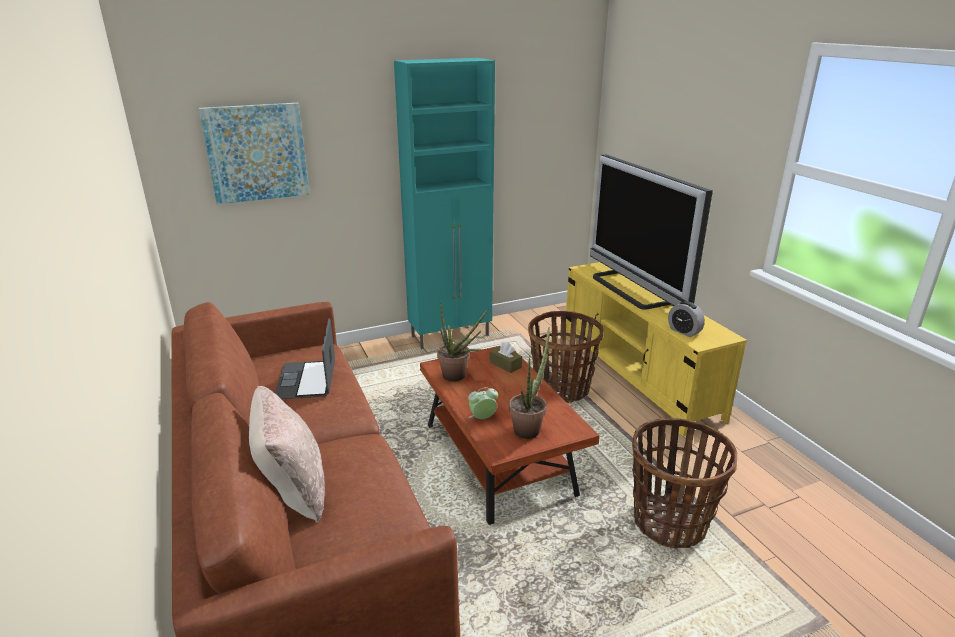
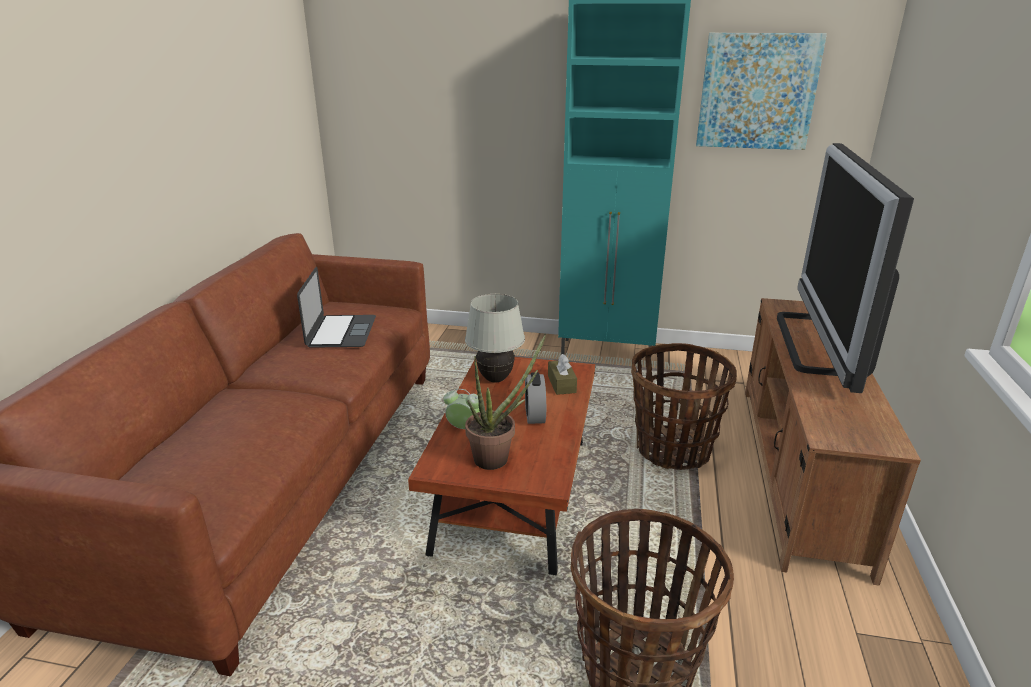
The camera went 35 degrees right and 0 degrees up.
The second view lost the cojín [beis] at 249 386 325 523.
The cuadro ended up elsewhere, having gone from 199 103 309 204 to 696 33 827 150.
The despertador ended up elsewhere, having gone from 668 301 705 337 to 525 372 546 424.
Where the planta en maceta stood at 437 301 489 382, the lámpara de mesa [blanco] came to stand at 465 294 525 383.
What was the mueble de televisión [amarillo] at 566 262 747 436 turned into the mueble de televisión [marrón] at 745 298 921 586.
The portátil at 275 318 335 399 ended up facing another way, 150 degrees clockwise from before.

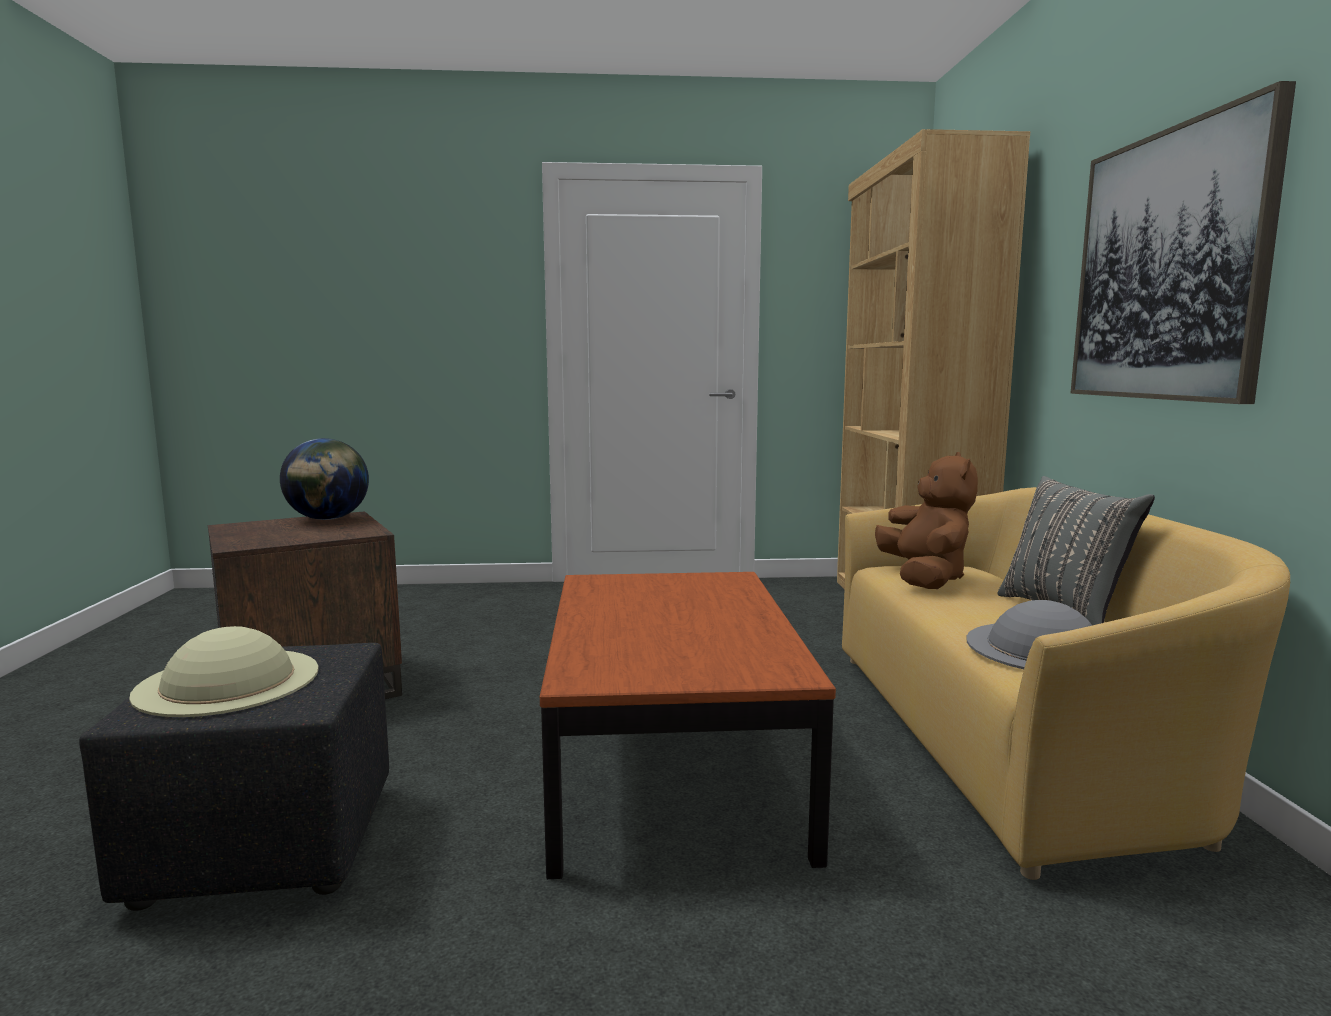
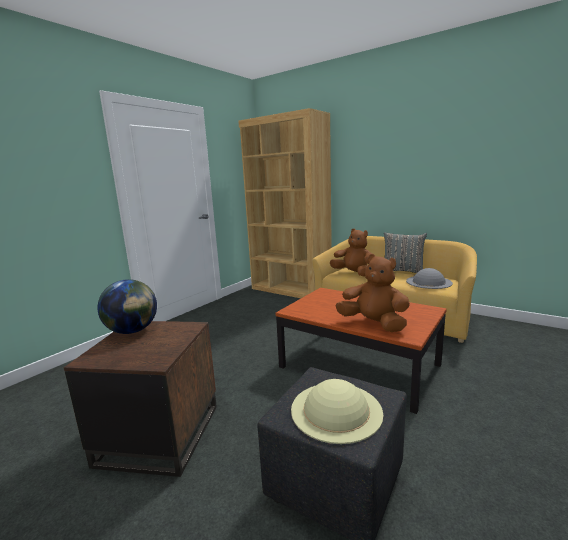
The camera went 50 degrees left and 5 degrees up.
The second view lost the cuadro at 1071 81 1296 404.
The second view gained the peluche [marrón] at 336 254 410 332.

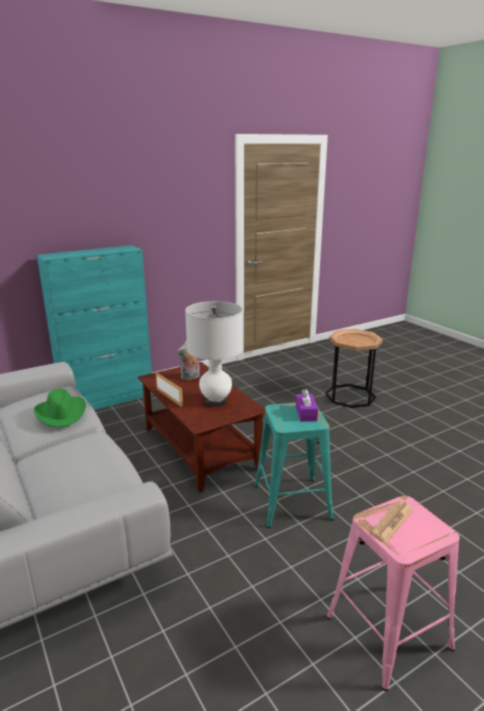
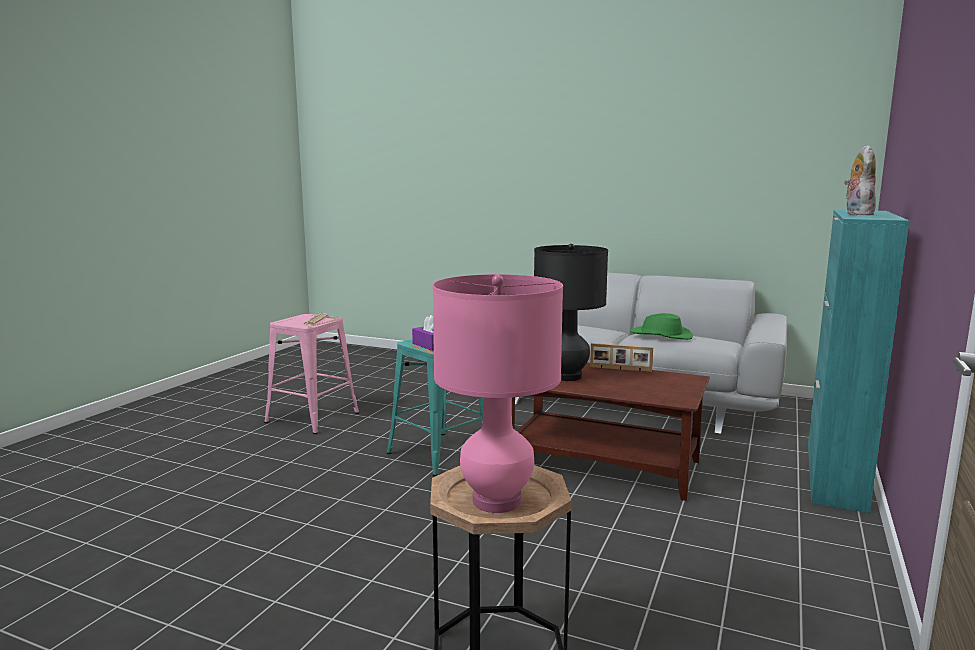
The camera went 145 degrees right and 10 degrees down.
The second view gained the lámpara de mesa [rosa] at 432 274 563 513.
The peluche ended up elsewhere, having gone from 177 340 200 380 to 844 145 876 215.
What was the lámpara de mesa [blanco] at 185 301 243 407 turned into the lámpara de mesa [negro] at 534 244 608 381.

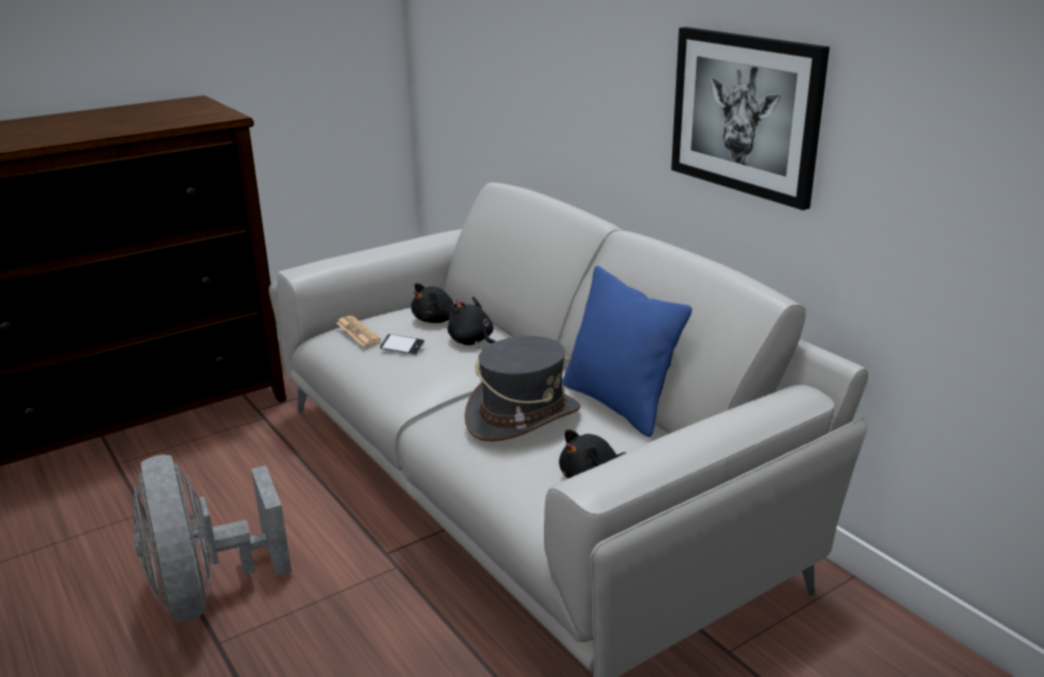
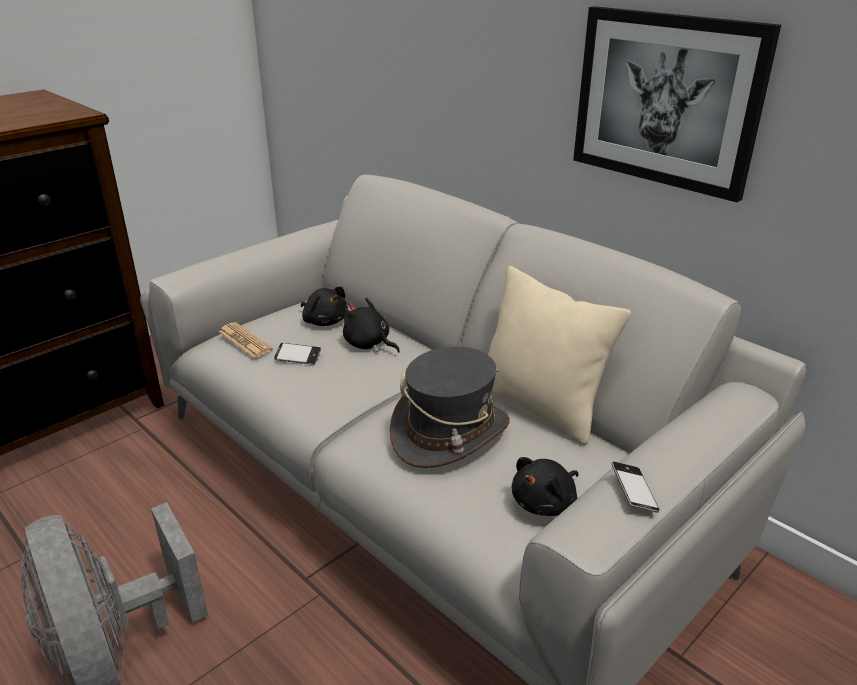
The camera went 10 degrees left and 5 degrees up.
The second view gained the móvil at 611 462 660 513.
What was the cojín [azul] at 562 266 692 437 turned into the cojín [beis] at 488 266 631 445.
The peluche [negro] at 411 283 465 323 ended up facing another way, 90 degrees counterclockwise from before.

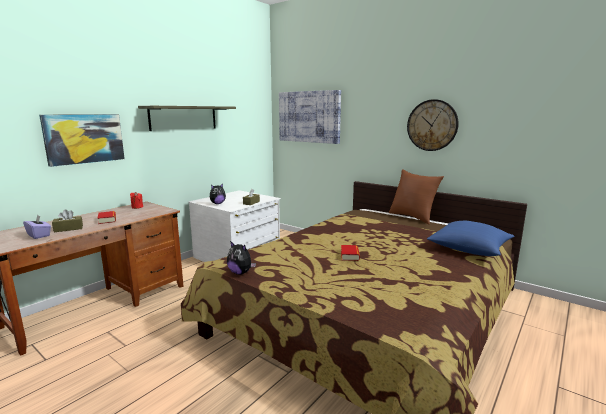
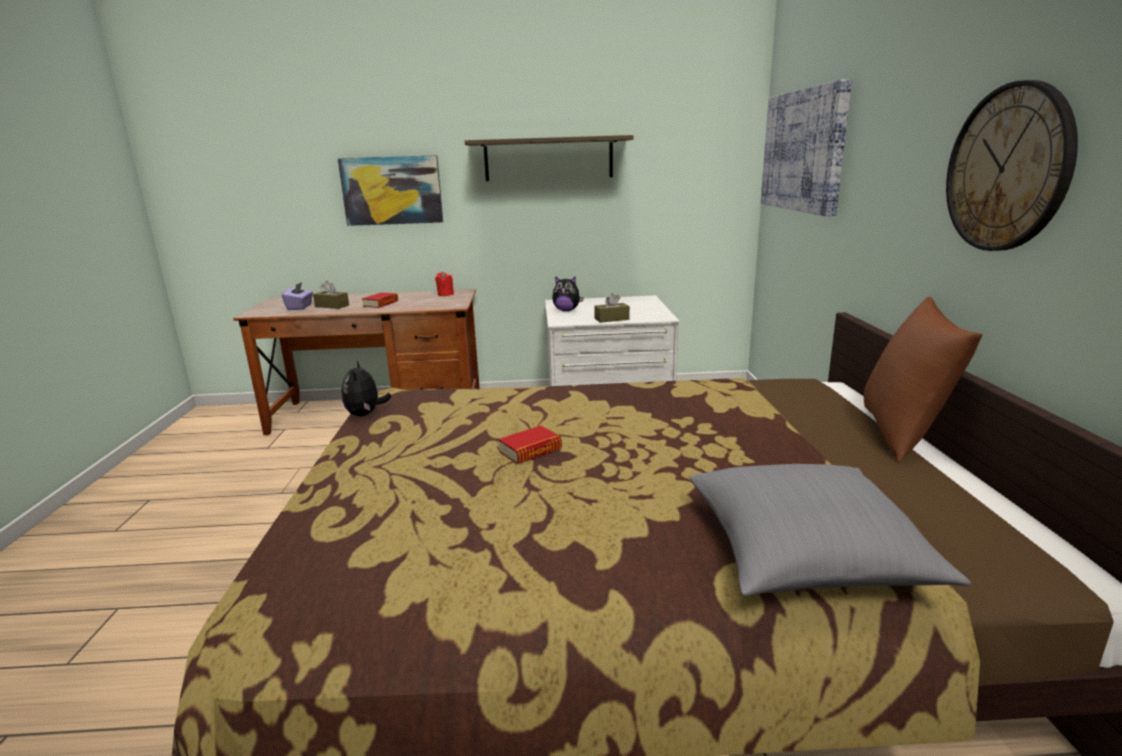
The camera went 50 degrees right and 5 degrees up.
What was the cojín [azul] at 427 221 514 256 turned into the cojín [gris] at 689 464 971 596.

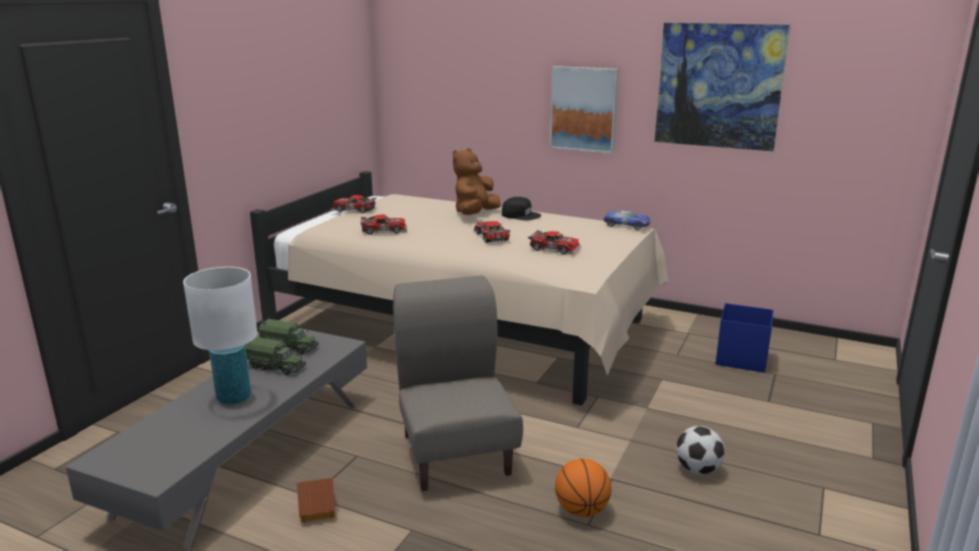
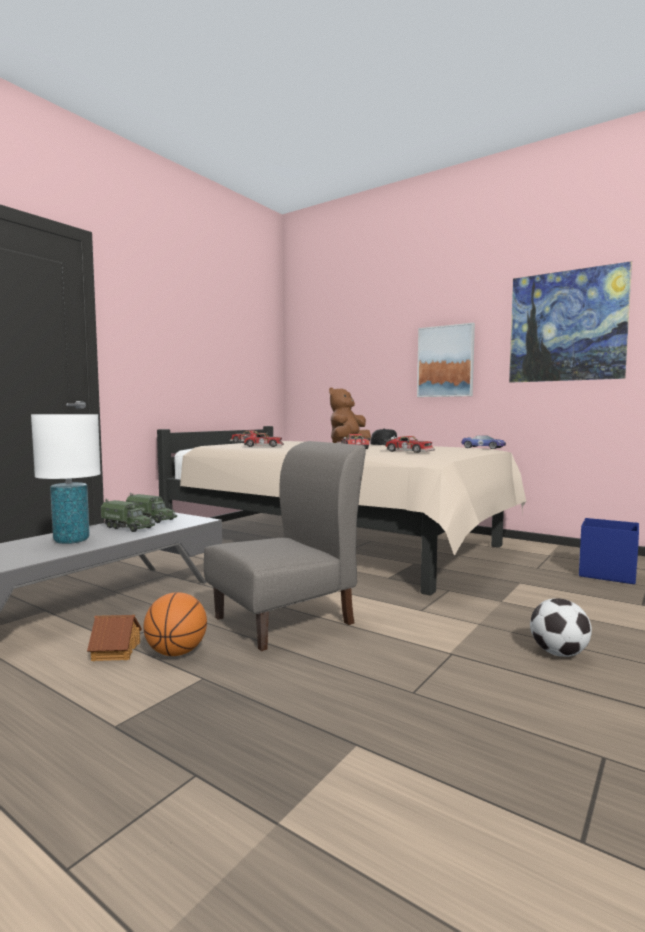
The camera went 10 degrees right and 15 degrees down.
The balón de baloncesto ended up elsewhere, having gone from 555 459 611 517 to 144 592 207 656.
The silla [gris] at 393 276 523 491 ended up facing another way, 60 degrees clockwise from before.

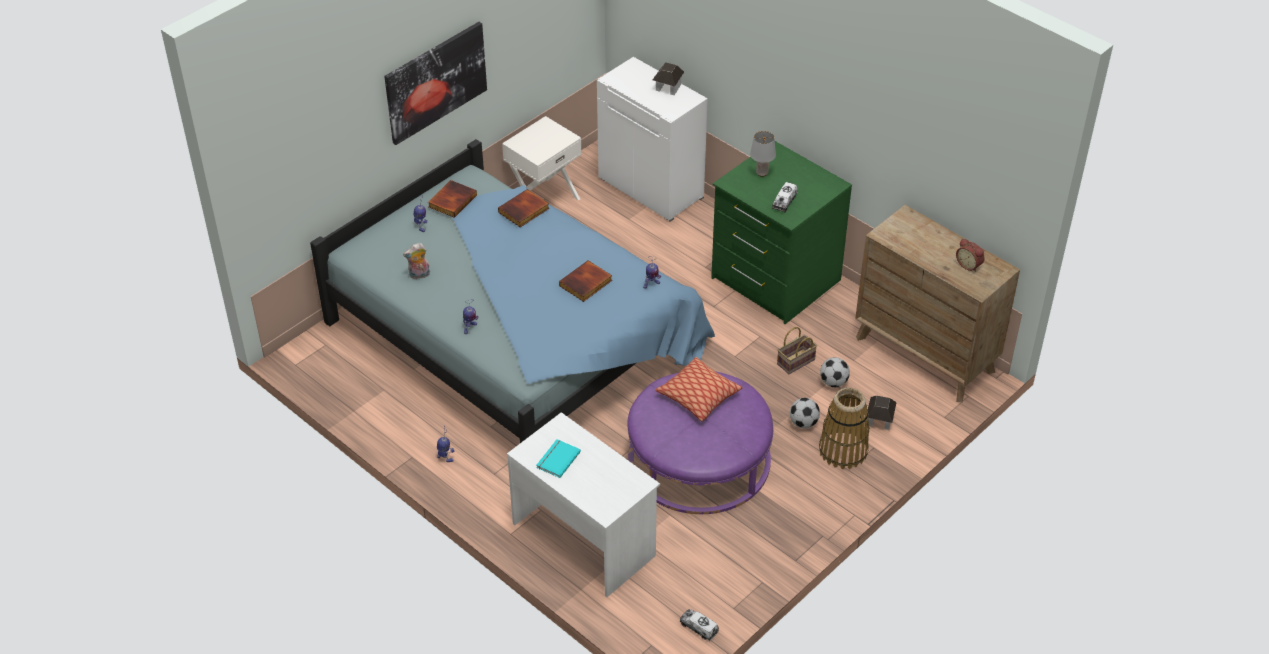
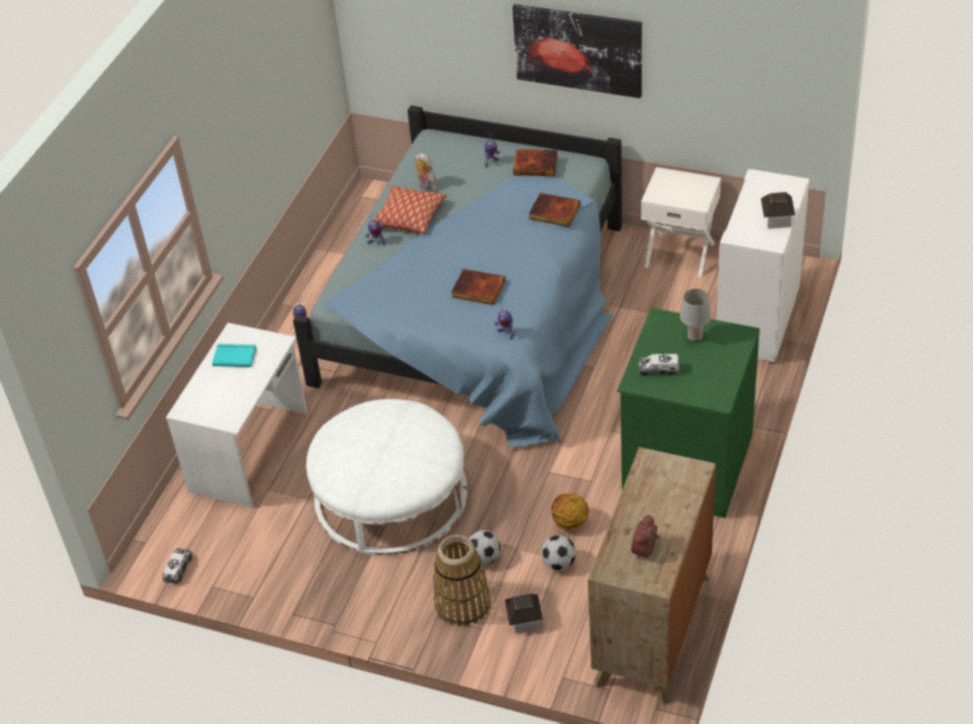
The camera went 70 degrees right and 0 degrees up.
The cojín ended up elsewhere, having gone from 655 357 743 421 to 371 185 447 234.
Where the cesta stood at 777 327 817 374, the balón de baloncesto came to stand at 551 493 589 530.
What was the puf [morado] at 628 371 773 514 turned into the puf [blanco] at 306 399 467 556.

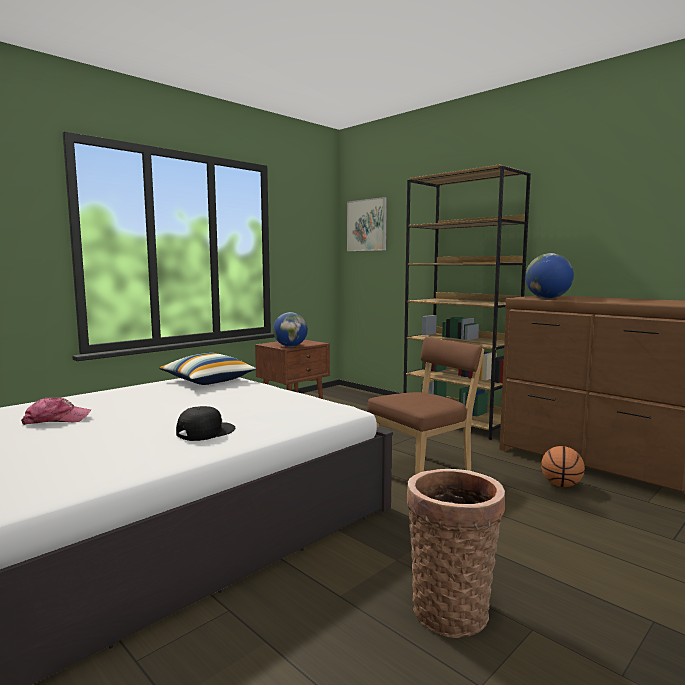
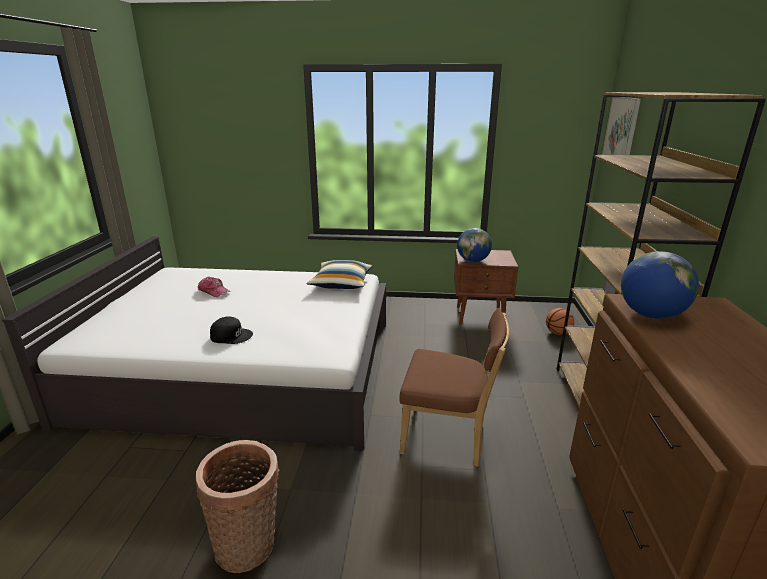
The camera went 50 degrees right and 15 degrees up.
The balón de baloncesto ended up elsewhere, having gone from 541 446 585 487 to 546 308 574 335.

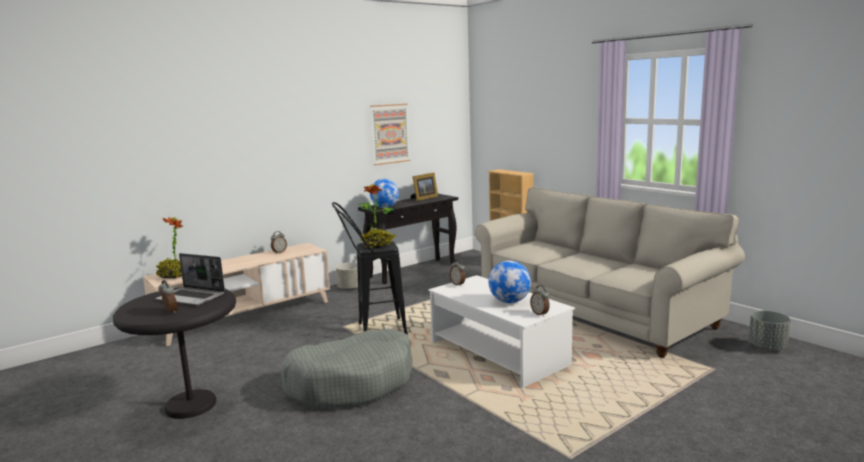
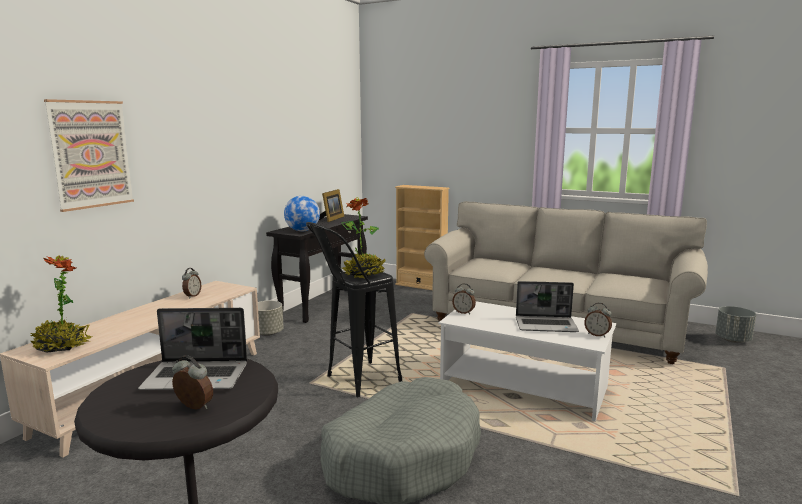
The camera went 25 degrees left and 0 degrees up.
The cuadro ended up elsewhere, having gone from 370 104 410 165 to 44 99 134 212.
Where the globo terráqueo stood at 488 260 531 303, the portátil came to stand at 516 281 579 332.

